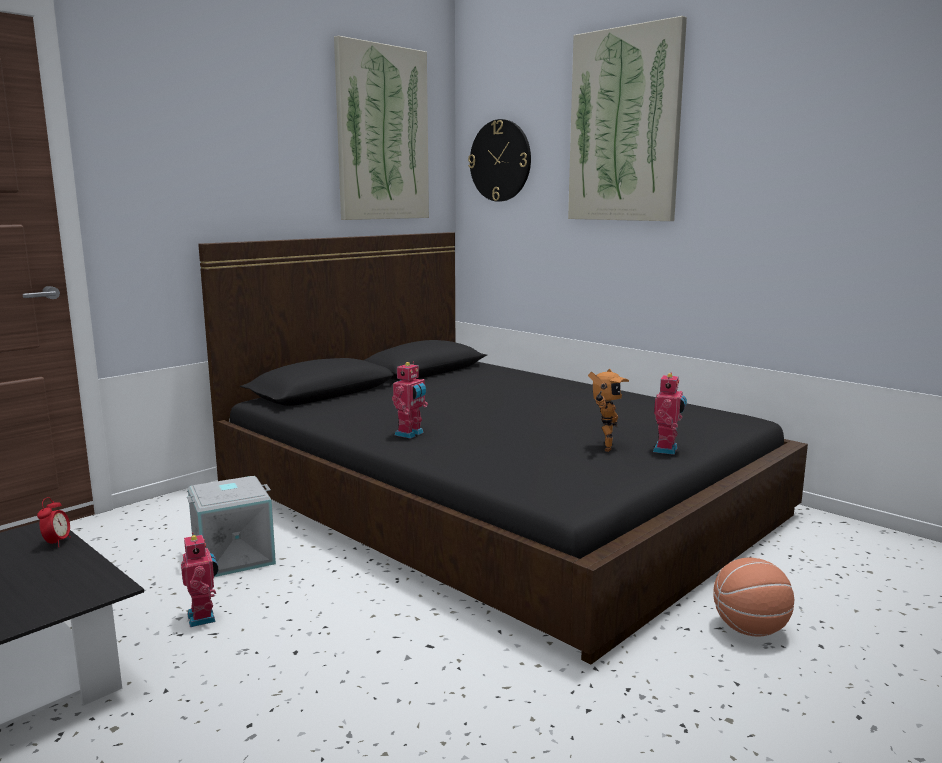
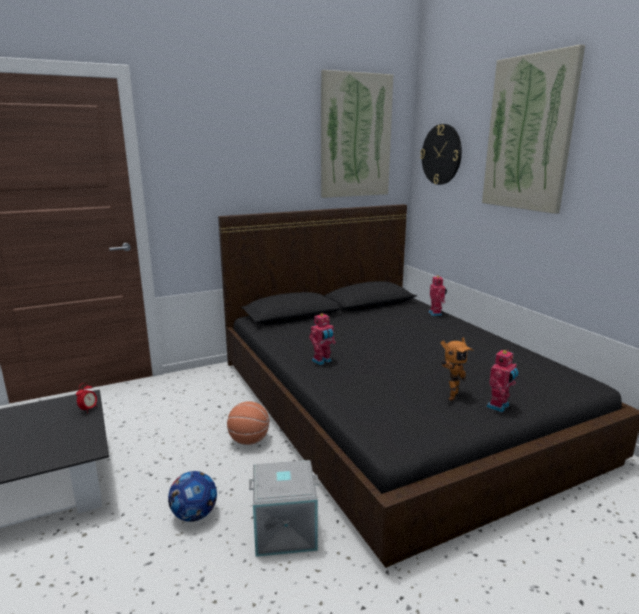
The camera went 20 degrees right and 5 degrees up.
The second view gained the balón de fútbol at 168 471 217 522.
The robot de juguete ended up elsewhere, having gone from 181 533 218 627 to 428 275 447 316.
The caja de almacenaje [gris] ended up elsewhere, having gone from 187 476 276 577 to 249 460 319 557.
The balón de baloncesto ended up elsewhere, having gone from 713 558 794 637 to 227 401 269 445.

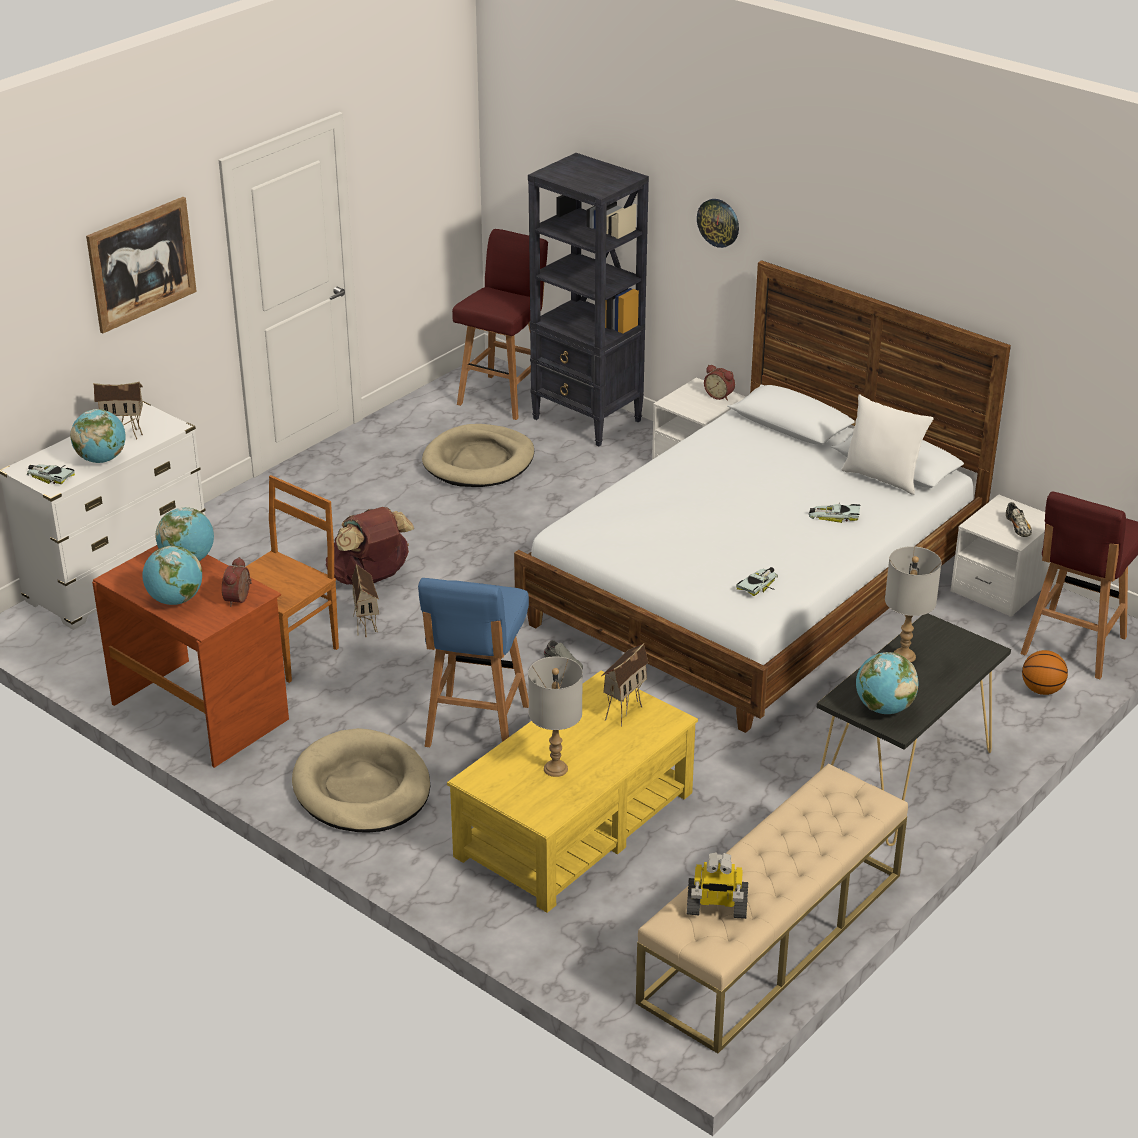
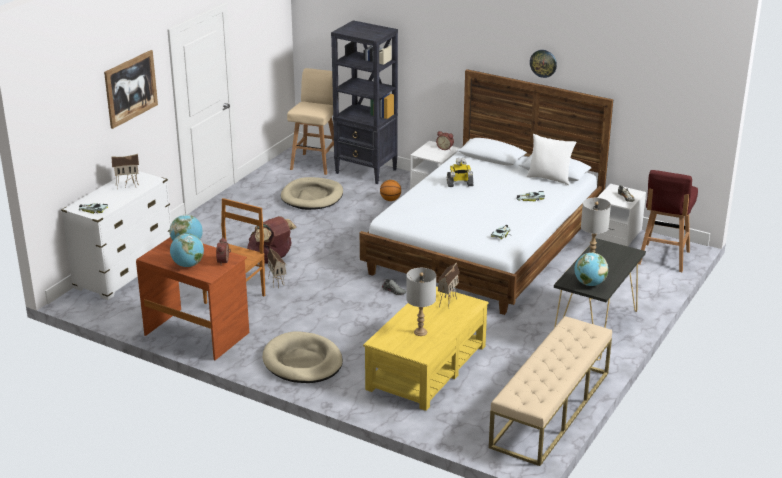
The camera went 10 degrees left and 5 degrees down.
The second view lost the globo terráqueo at 70 409 126 463.
The second view lost the taburete [azul] at 418 578 529 747.
The robot de juguete ended up elsewhere, having gone from 687 852 748 919 to 447 157 473 187.
The reloj de pared ended up elsewhere, having gone from 697 199 739 248 to 530 50 557 78.
The balón de baloncesto ended up elsewhere, having gone from 1022 650 1068 695 to 380 180 401 201.
What was the taburete [rojo] at 452 229 548 420 turned into the taburete [beis] at 287 68 334 175.

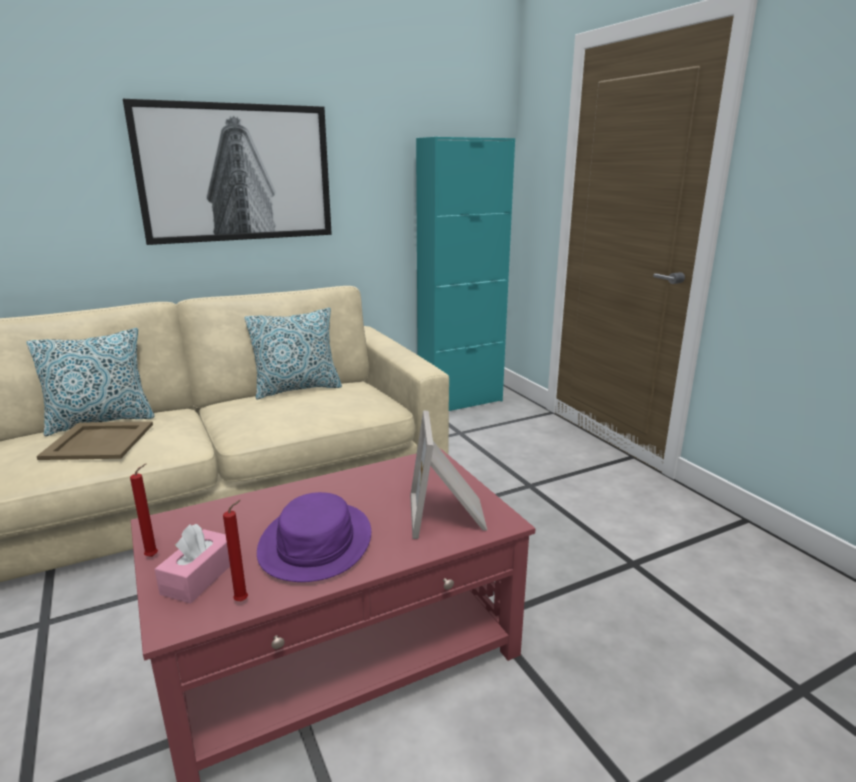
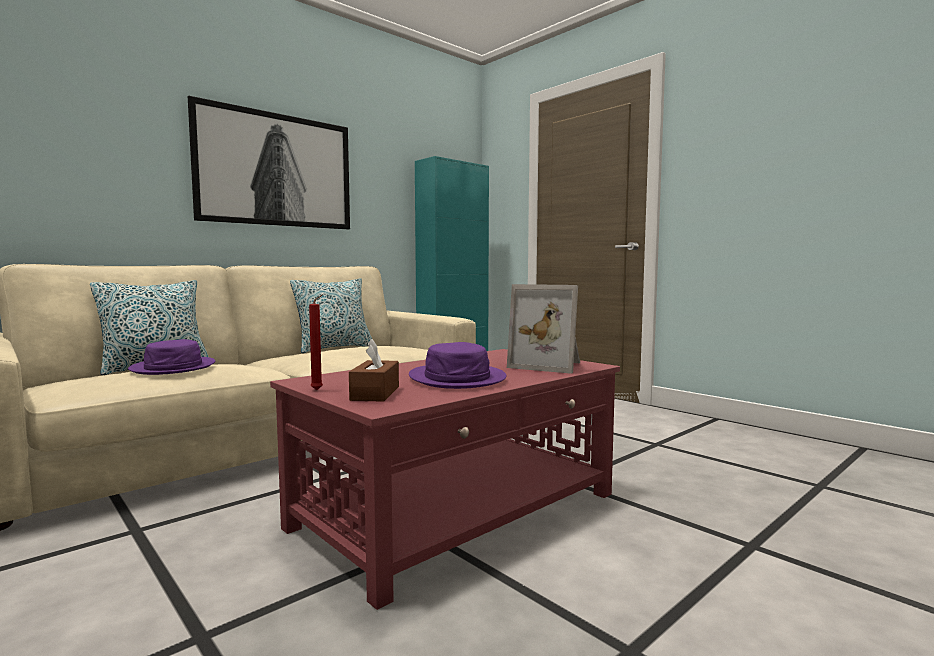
The camera went 15 degrees left and 15 degrees down.
The second view lost the vela [rojo] at 223 500 248 601.
Where the bandeja [beis] stood at 37 421 153 460, the sombrero [morado] came to stand at 128 339 215 375.
What was the caja de pañuelos [rosa] at 155 524 230 604 turned into the caja de pañuelos [marrón] at 349 339 399 402.
The portarretratos at 410 410 488 539 ended up facing another way, 45 degrees counterclockwise from before.

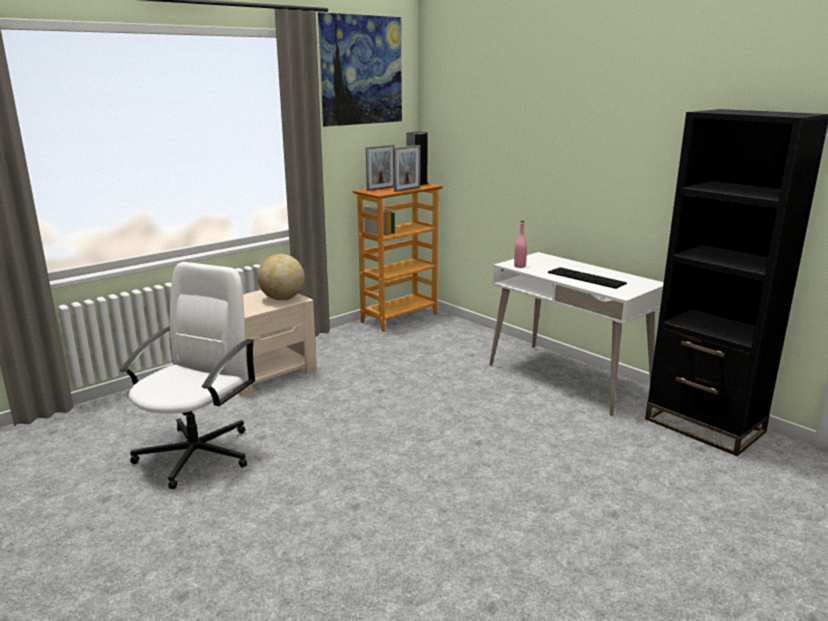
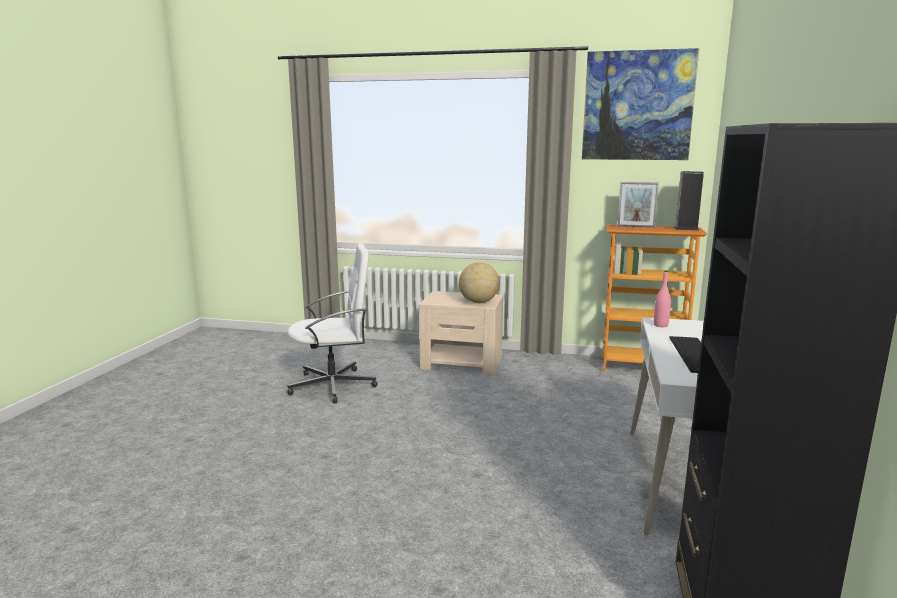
The camera went 55 degrees right and 5 degrees down.
The second view lost the portarretratos at 394 145 420 192.

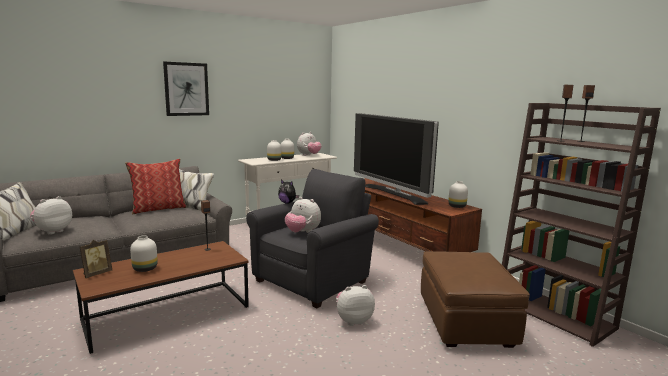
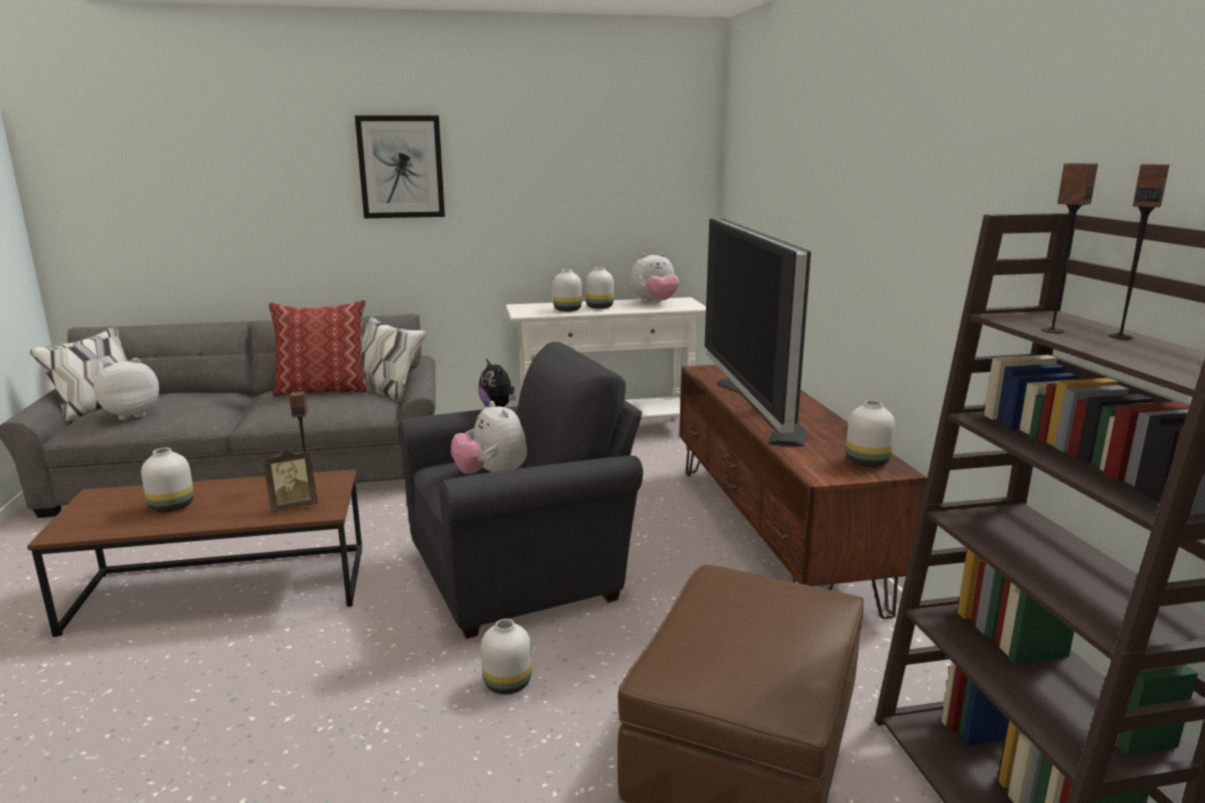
The camera went 25 degrees right and 5 degrees up.
The portarretratos ended up elsewhere, having gone from 80 240 112 278 to 263 449 318 512.
Where the peluche stood at 336 285 375 326, the florero [blanco] came to stand at 481 619 532 695.

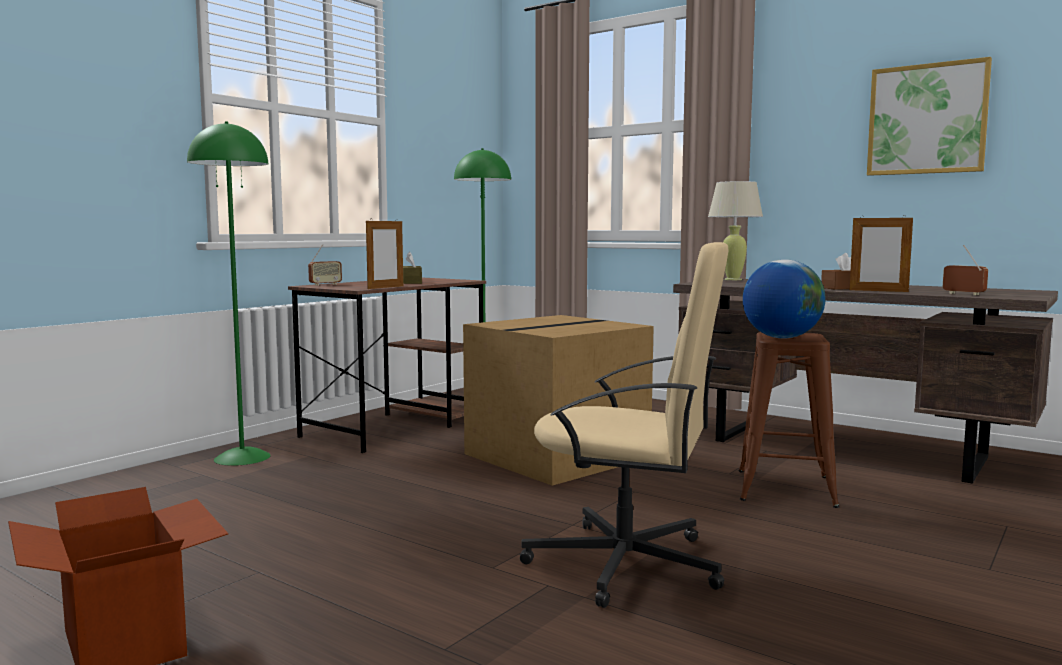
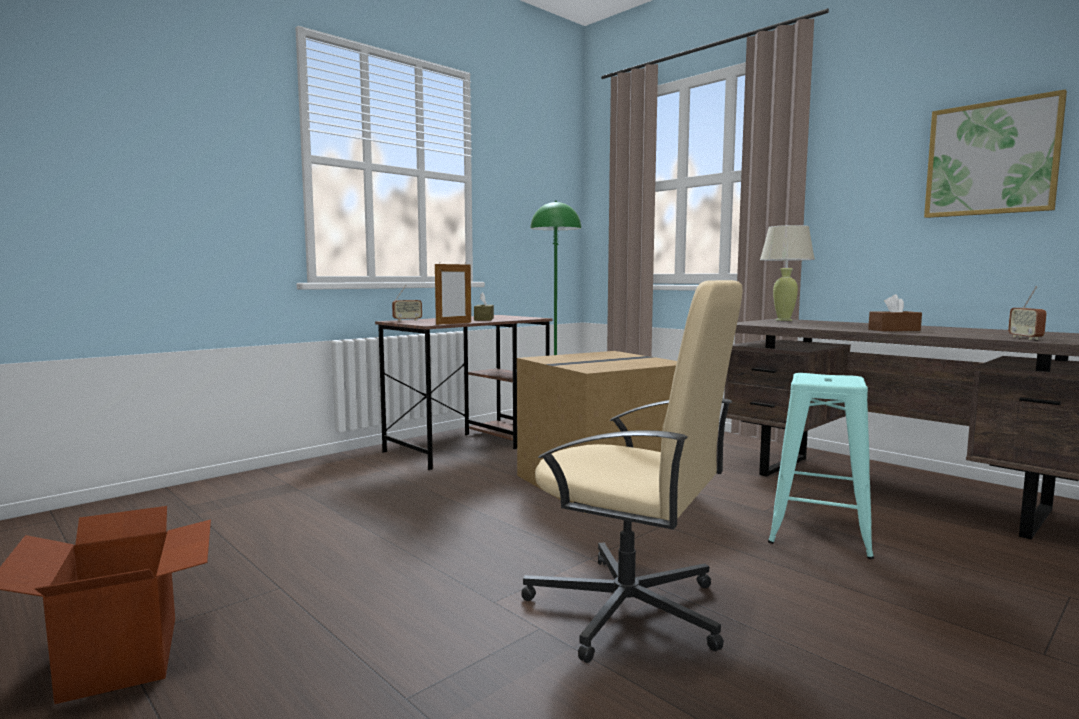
The camera went 10 degrees right and 0 degrees up.
The second view lost the lámpara de pie [verde] at 187 122 271 466.
The second view lost the globo terráqueo at 743 259 825 339.
The second view lost the portarretratos at 850 215 913 292.
What was the taburete [marrón] at 739 332 839 508 turned into the taburete [turquesa] at 768 373 874 559.
The radio at 943 245 988 295 ended up facing another way, 150 degrees counterclockwise from before.

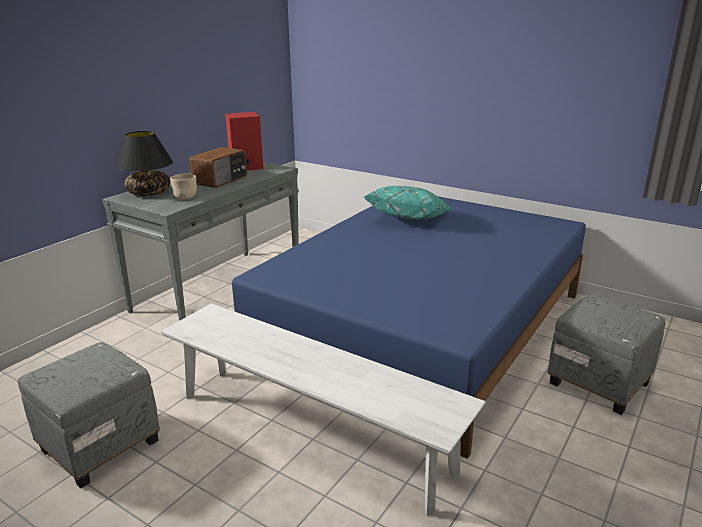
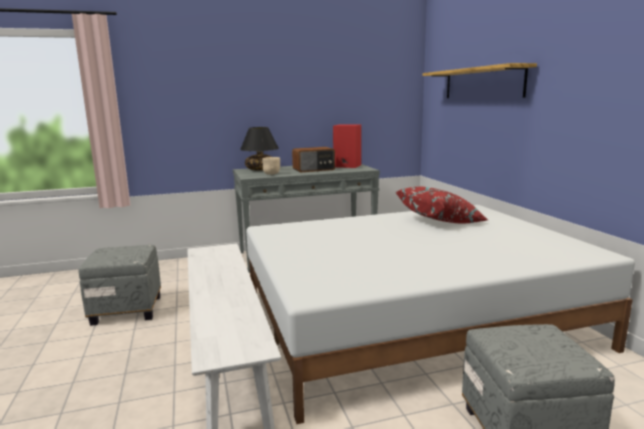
The camera went 40 degrees right and 10 degrees down.
The second view gained the estante at 423 63 537 98.
What was the cama [azul] at 232 196 586 459 turned into the cama [blanco] at 246 205 635 424.
What was the cojín [turquesa] at 364 186 452 219 turned into the cojín [rojo] at 396 187 488 223.

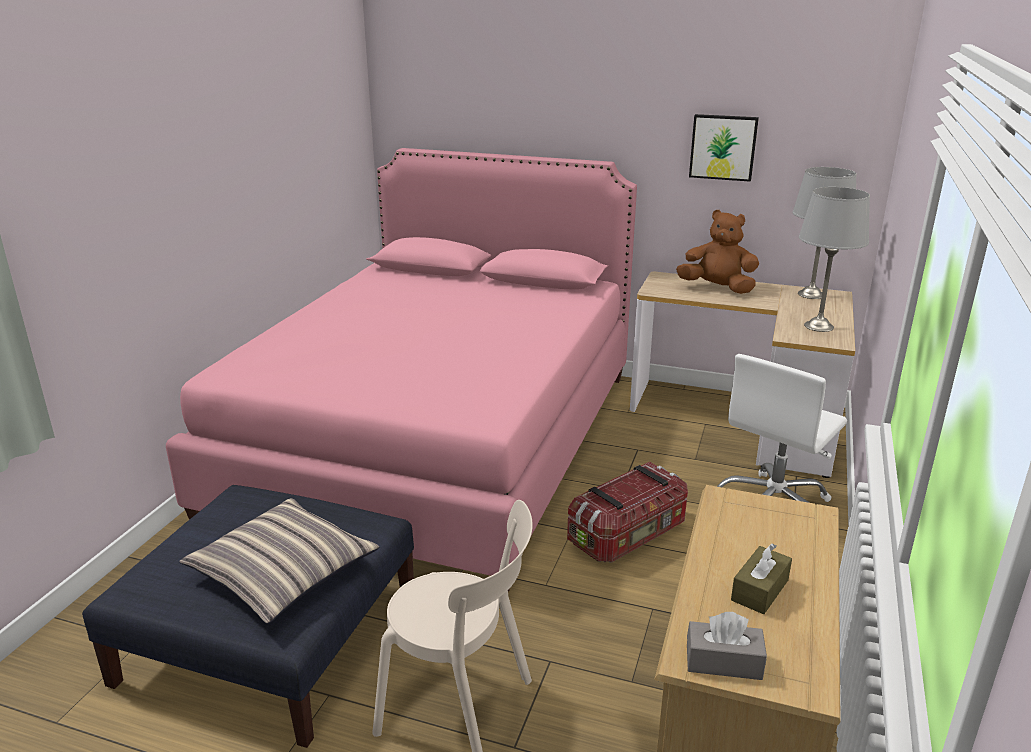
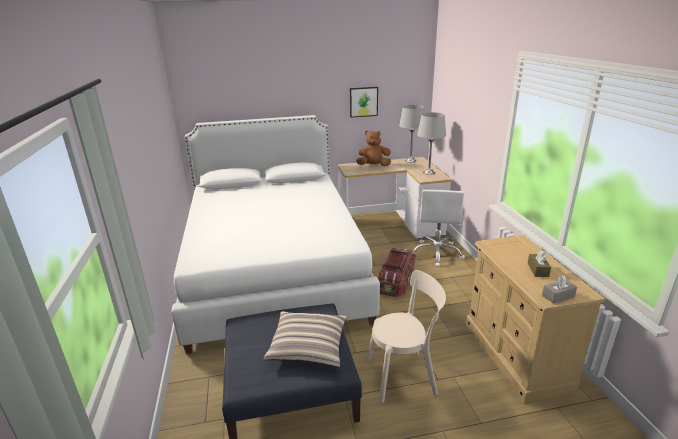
The camera went 30 degrees left and 0 degrees up.
What was the cama [rosa] at 166 148 637 592 turned into the cama [blanco] at 171 115 380 354.

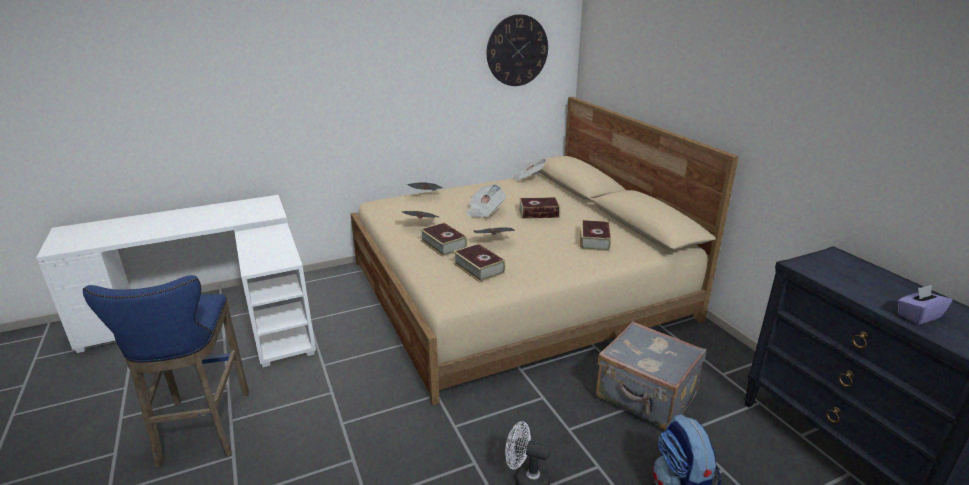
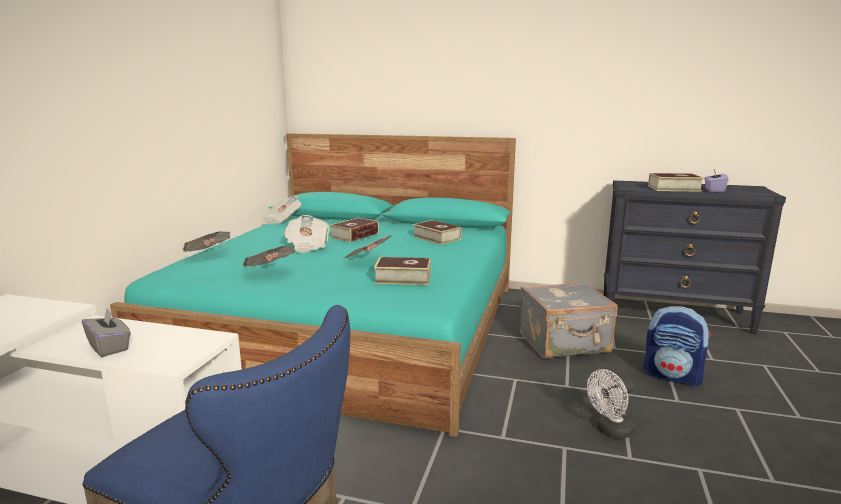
The camera went 50 degrees left and 10 degrees down.
The second view lost the reloj de pared at 487 14 548 86.
The second view gained the caja de pañuelos [gris] at 82 308 131 357.
The libro ended up elsewhere, having gone from 420 222 467 257 to 648 173 704 192.
What was the cama [beis] at 351 97 739 405 turned into the cama [turquesa] at 110 133 516 437.

